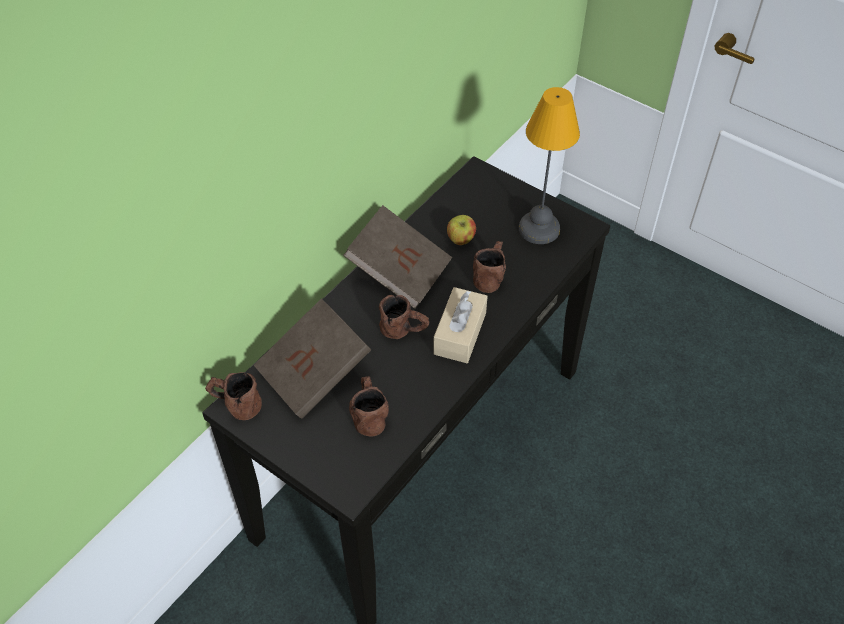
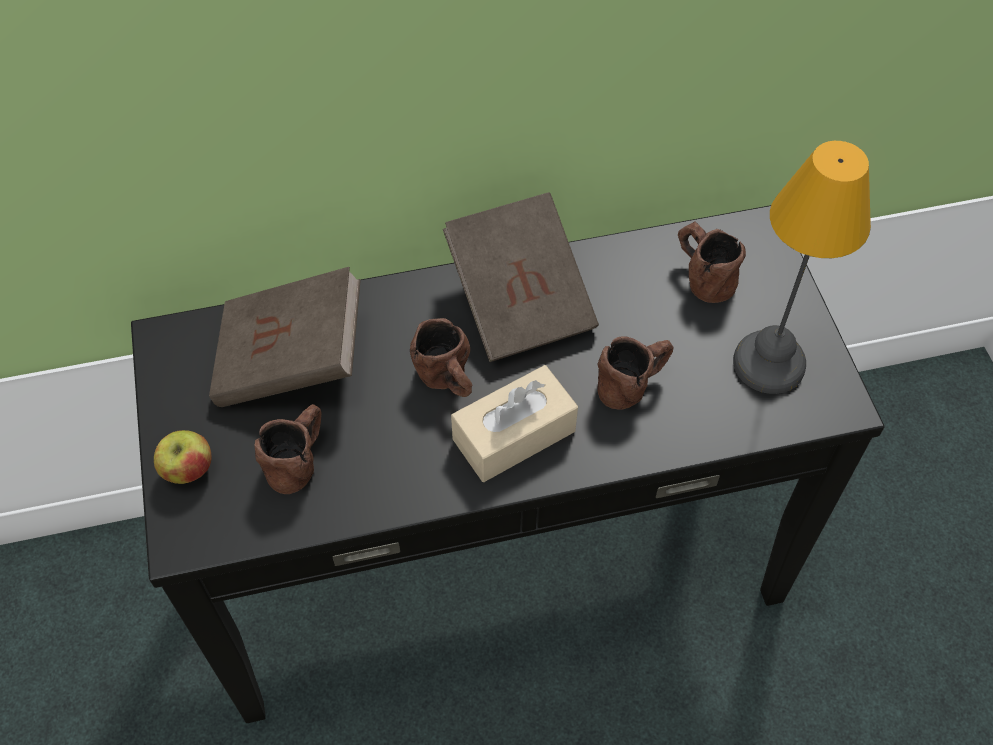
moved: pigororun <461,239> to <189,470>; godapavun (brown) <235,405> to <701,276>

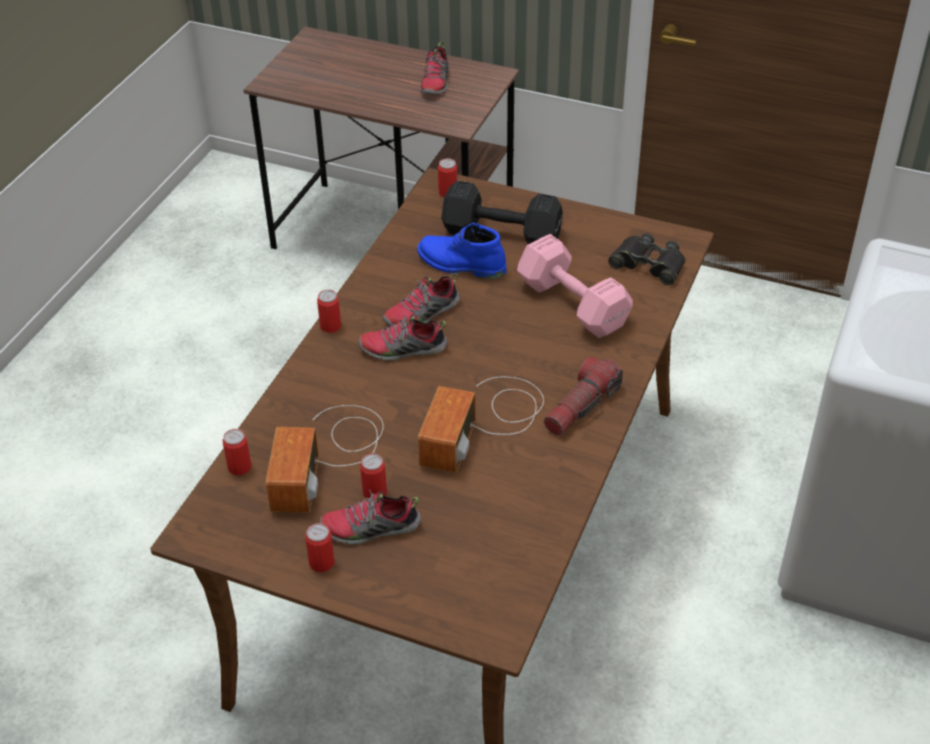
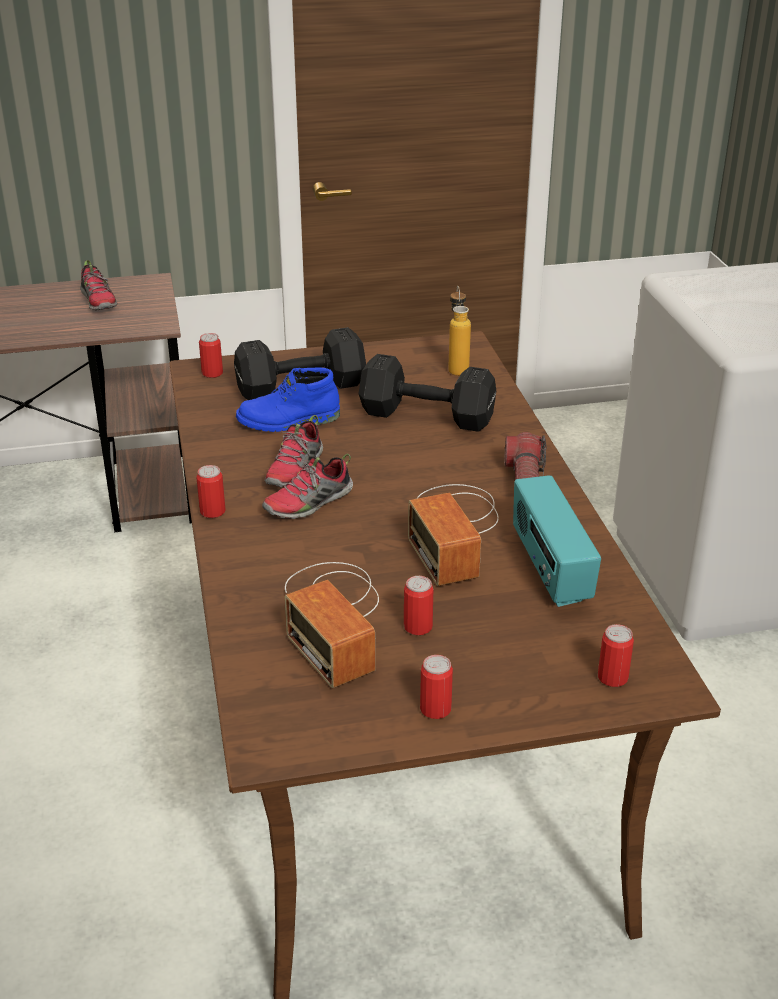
removed: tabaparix <370,529>
added: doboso <549,569>
moved: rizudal <239,467> to <612,677>
replaced: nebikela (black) <648,264> to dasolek <457,368>
recoloured: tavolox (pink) <574,306> to tavolox (black) <429,416>

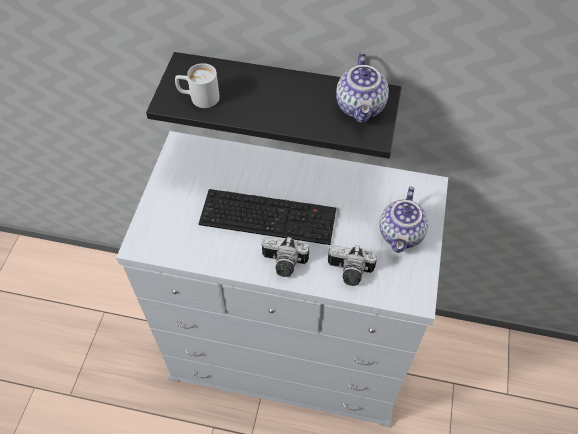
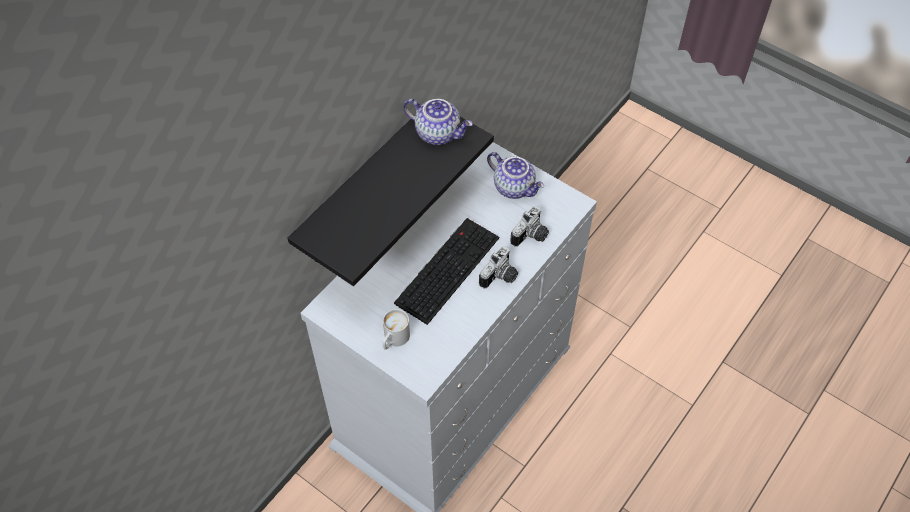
moved: godapavun (white) <198,97> to <394,340>

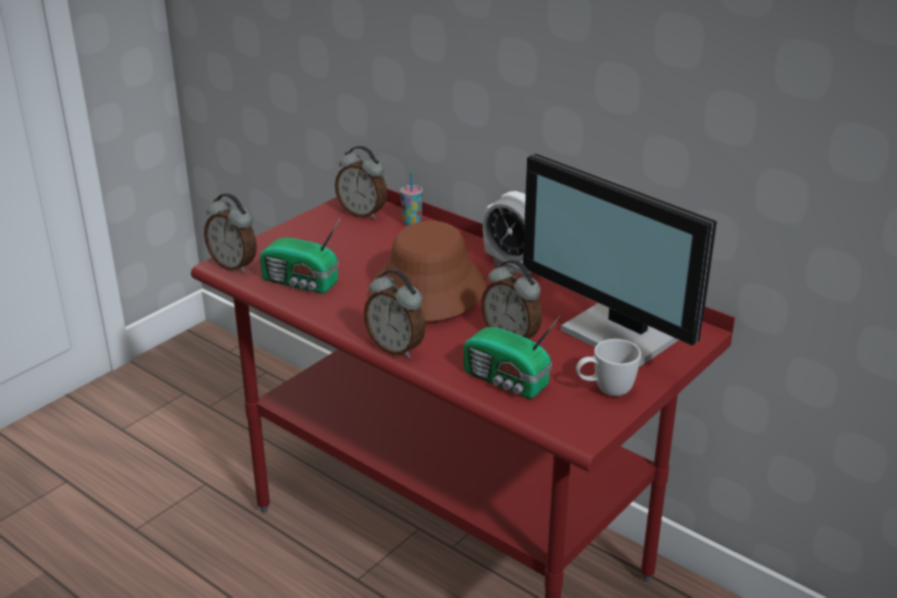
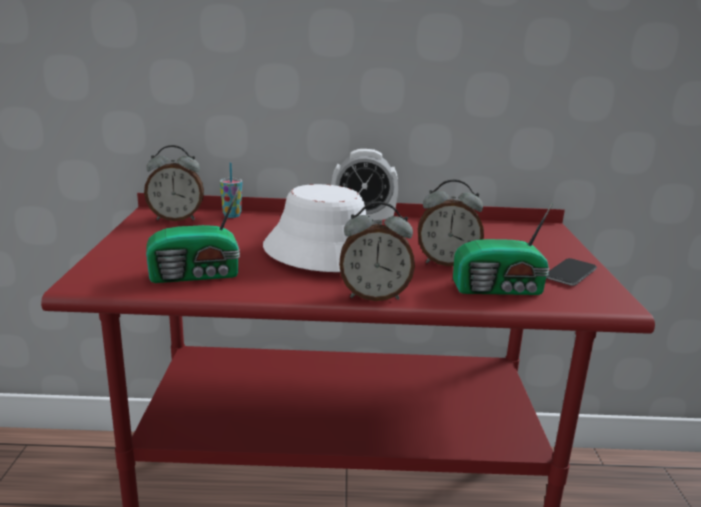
removed: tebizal <234,265>; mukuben <625,333>
replaced: godapavun (white) <605,390> to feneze <570,273>
recoloured: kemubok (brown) <427,289> to kemubok (white) <324,251>

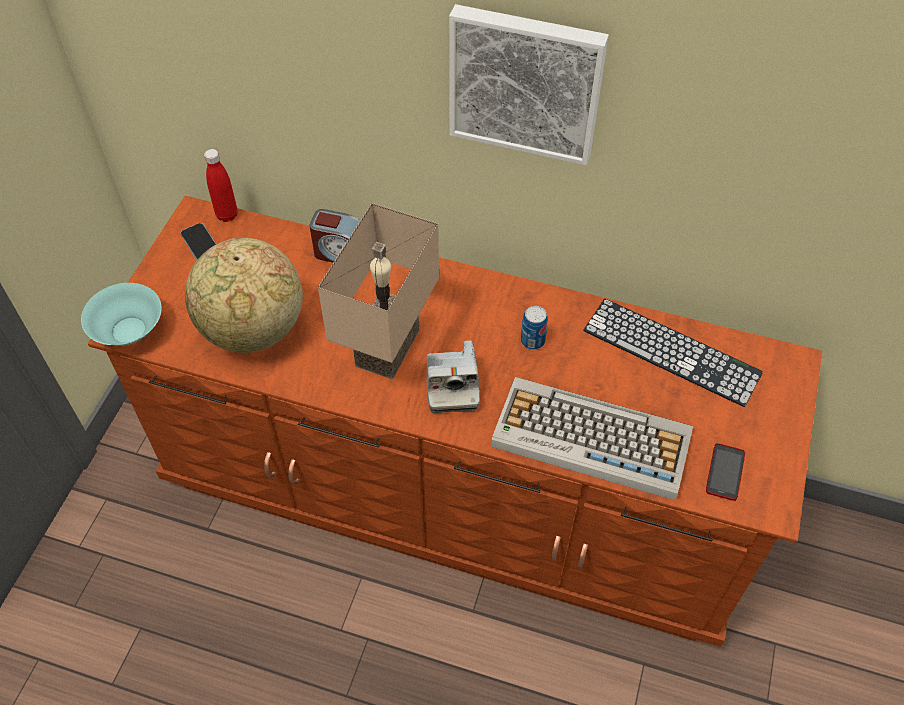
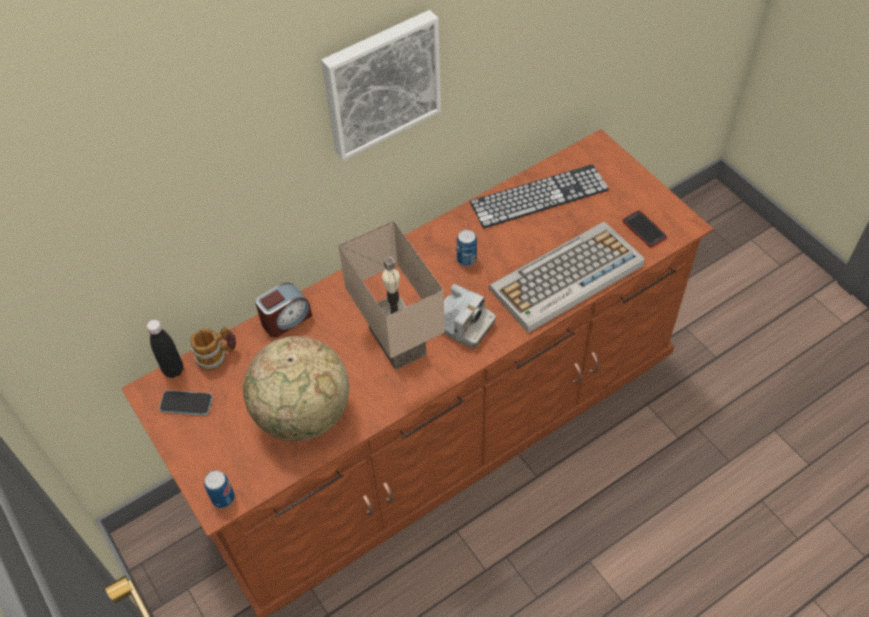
added: godapavun <217,356>
replaced: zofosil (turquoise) <129,330> to rizudal <223,498>
recoloured: dasolek (red) <227,215> to dasolek (black) <173,370>

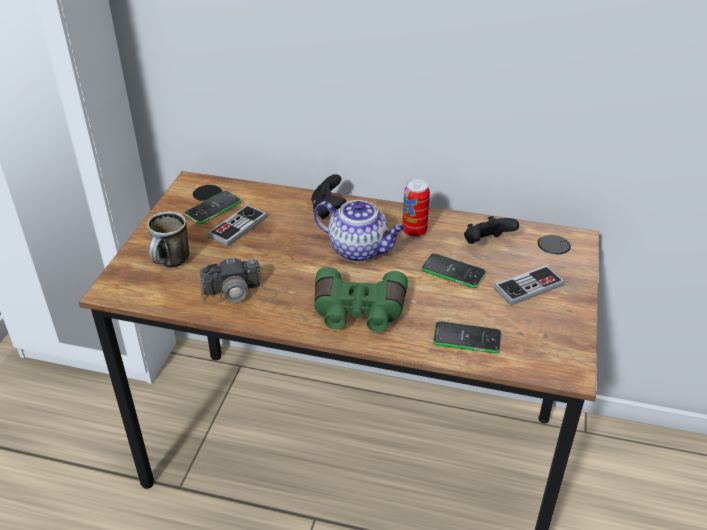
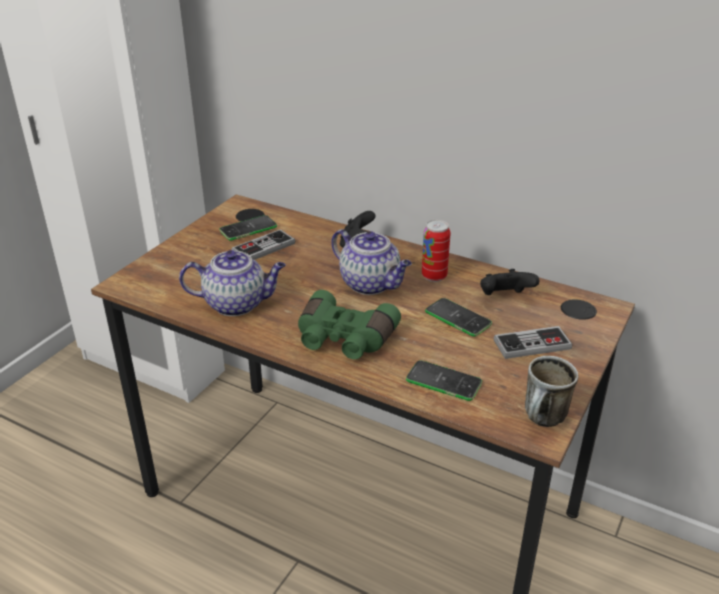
moved: godapavun <171,264> to <543,421>
replaced: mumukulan <239,292> to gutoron <237,304>

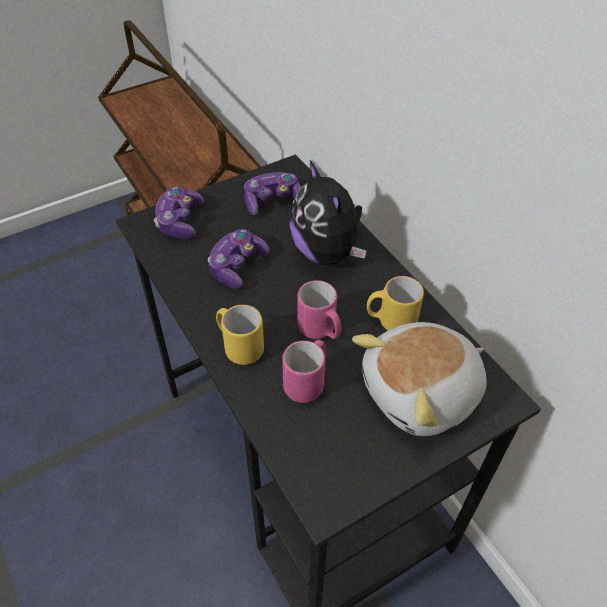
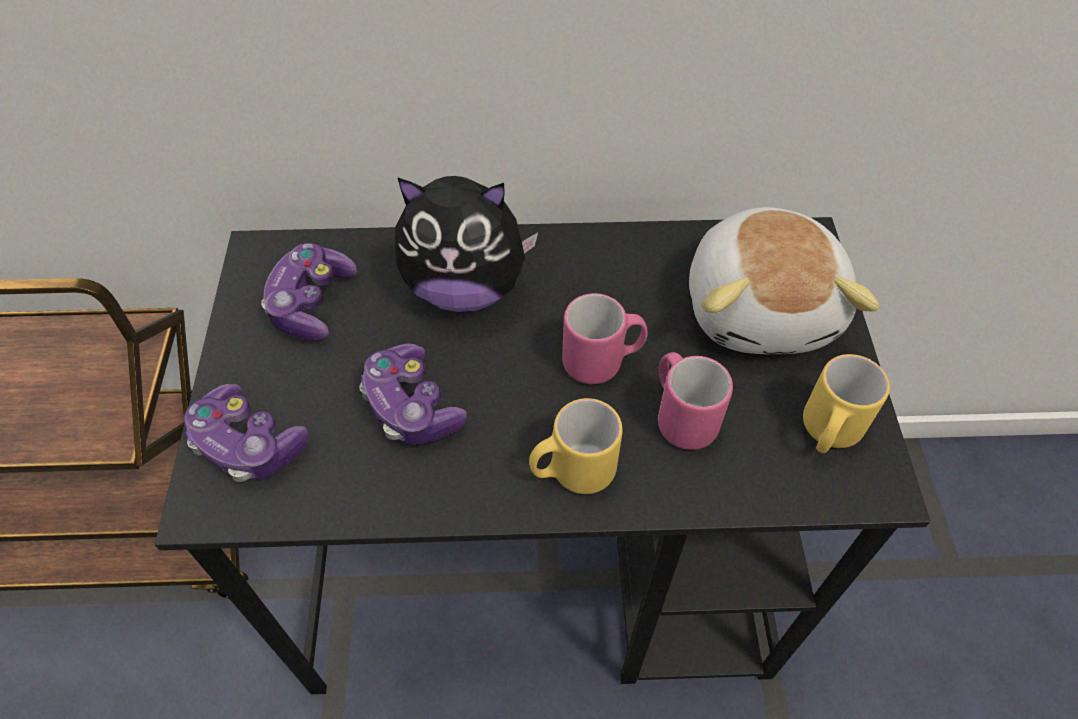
moved: godapavun (yellow) <390,321> to <827,433>

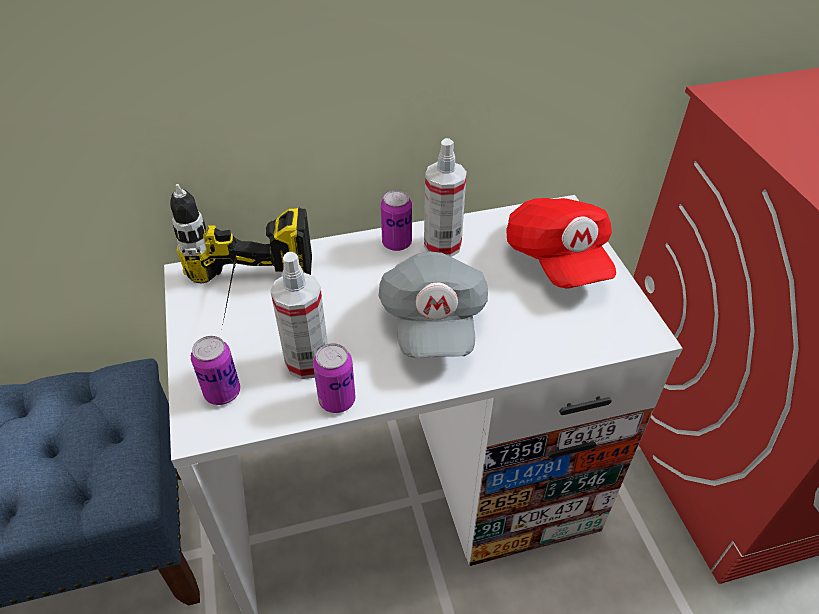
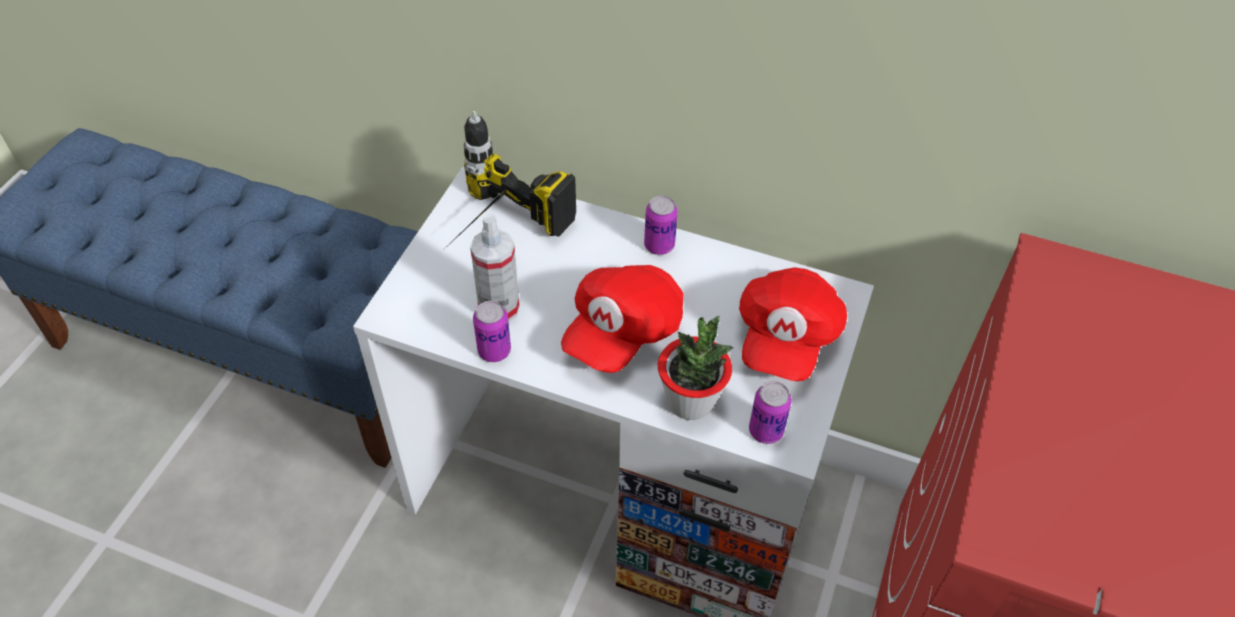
removed: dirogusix <442,245>
added: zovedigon <690,402>
moved: rizudal <222,392> to <766,431>
recoloured: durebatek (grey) <432,321> to durebatek (red) <622,331>

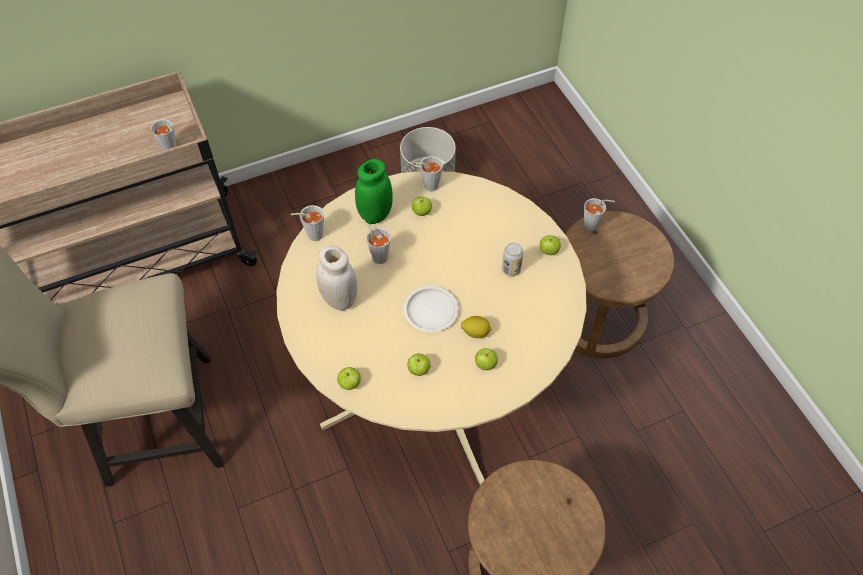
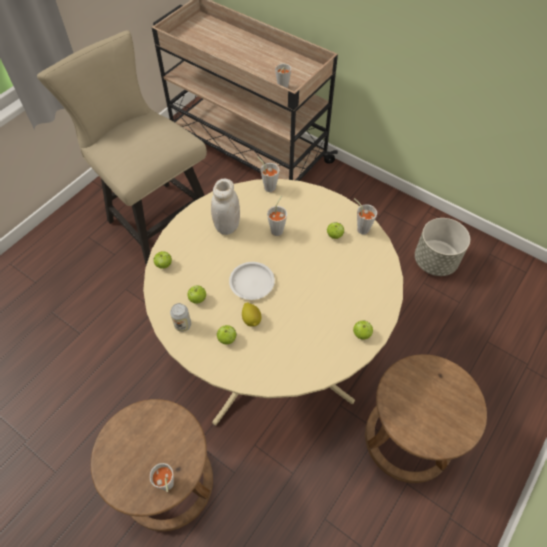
removed: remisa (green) <375,214>
moved: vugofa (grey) <593,226> to <167,486>; rizudal <511,269> to <183,325>

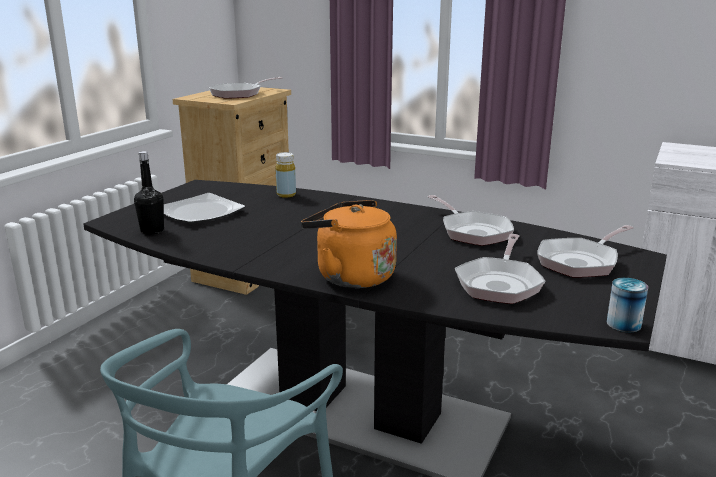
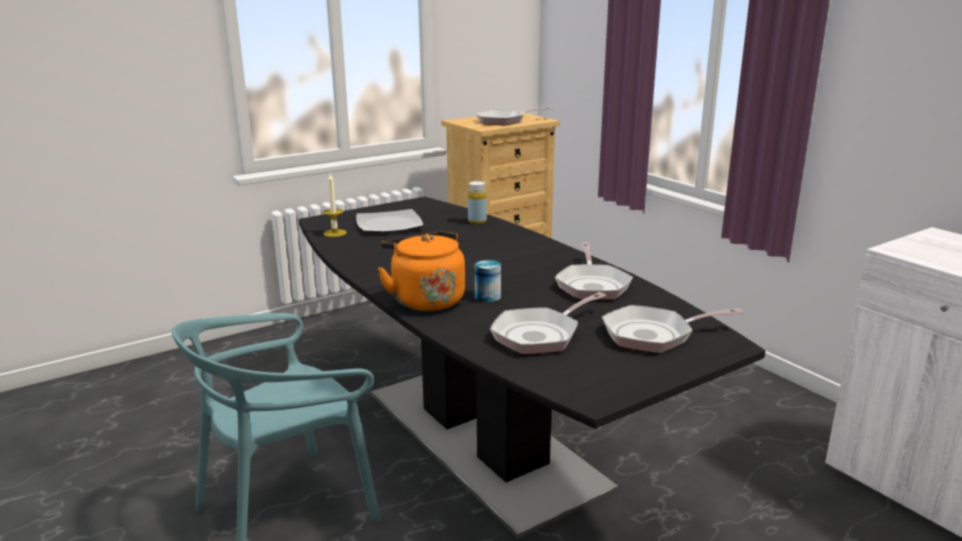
moved: rizudal <623,324> to <487,297>
replaced: dasolek (black) <152,231> to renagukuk <335,233>

